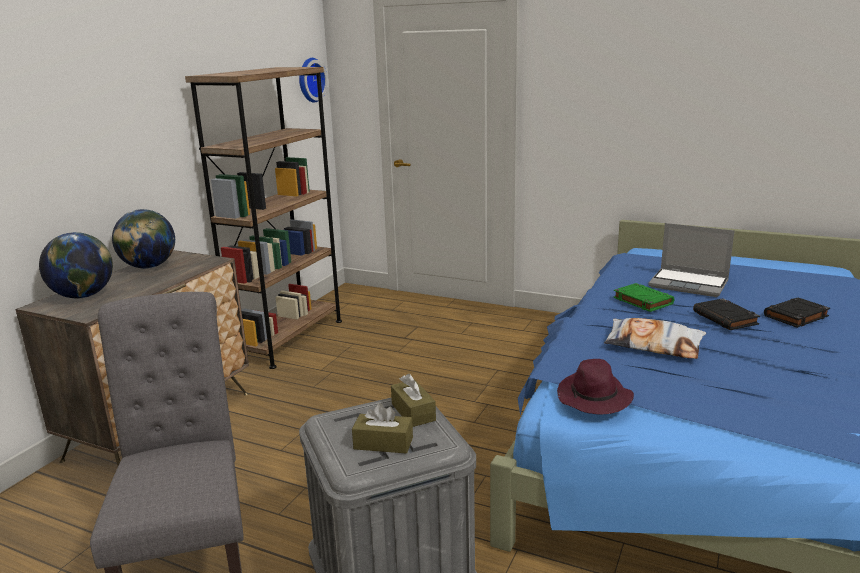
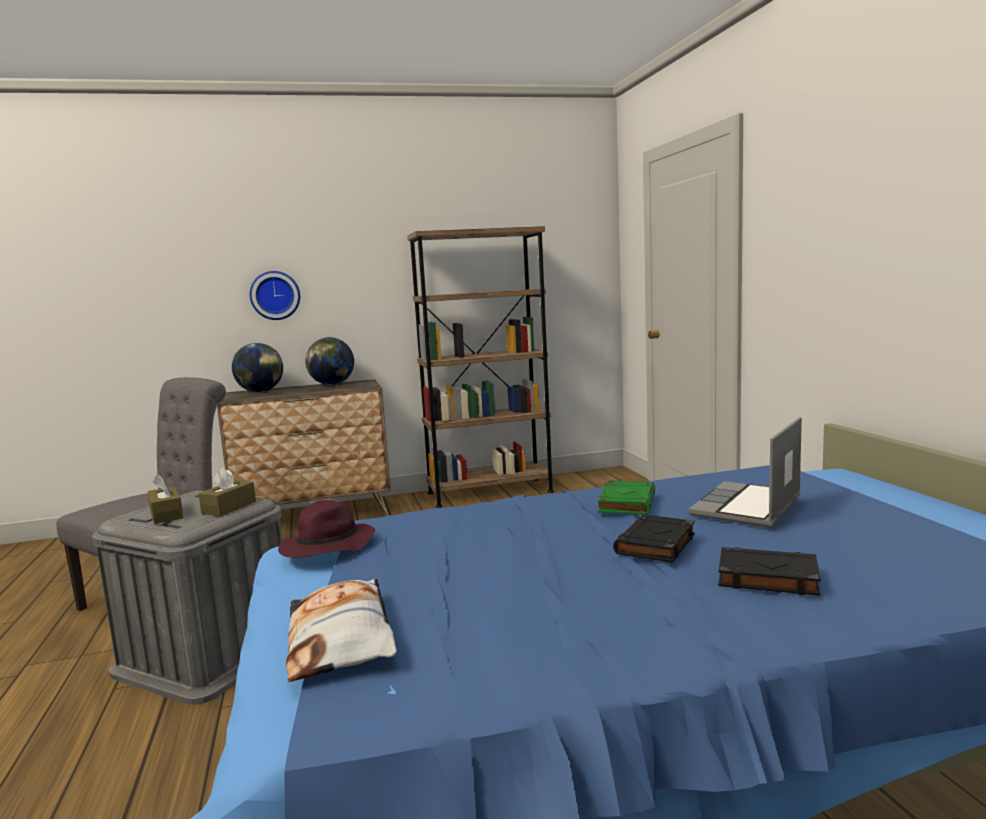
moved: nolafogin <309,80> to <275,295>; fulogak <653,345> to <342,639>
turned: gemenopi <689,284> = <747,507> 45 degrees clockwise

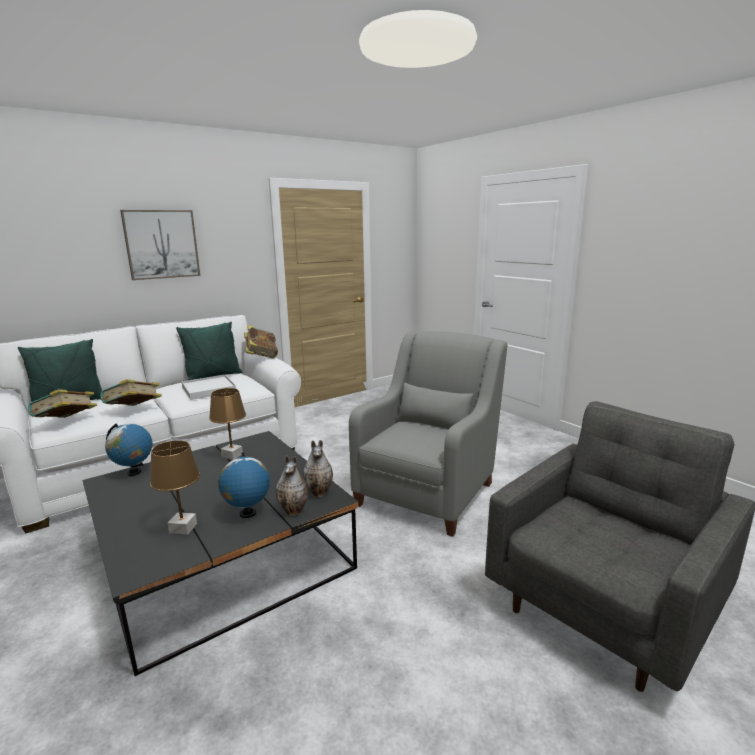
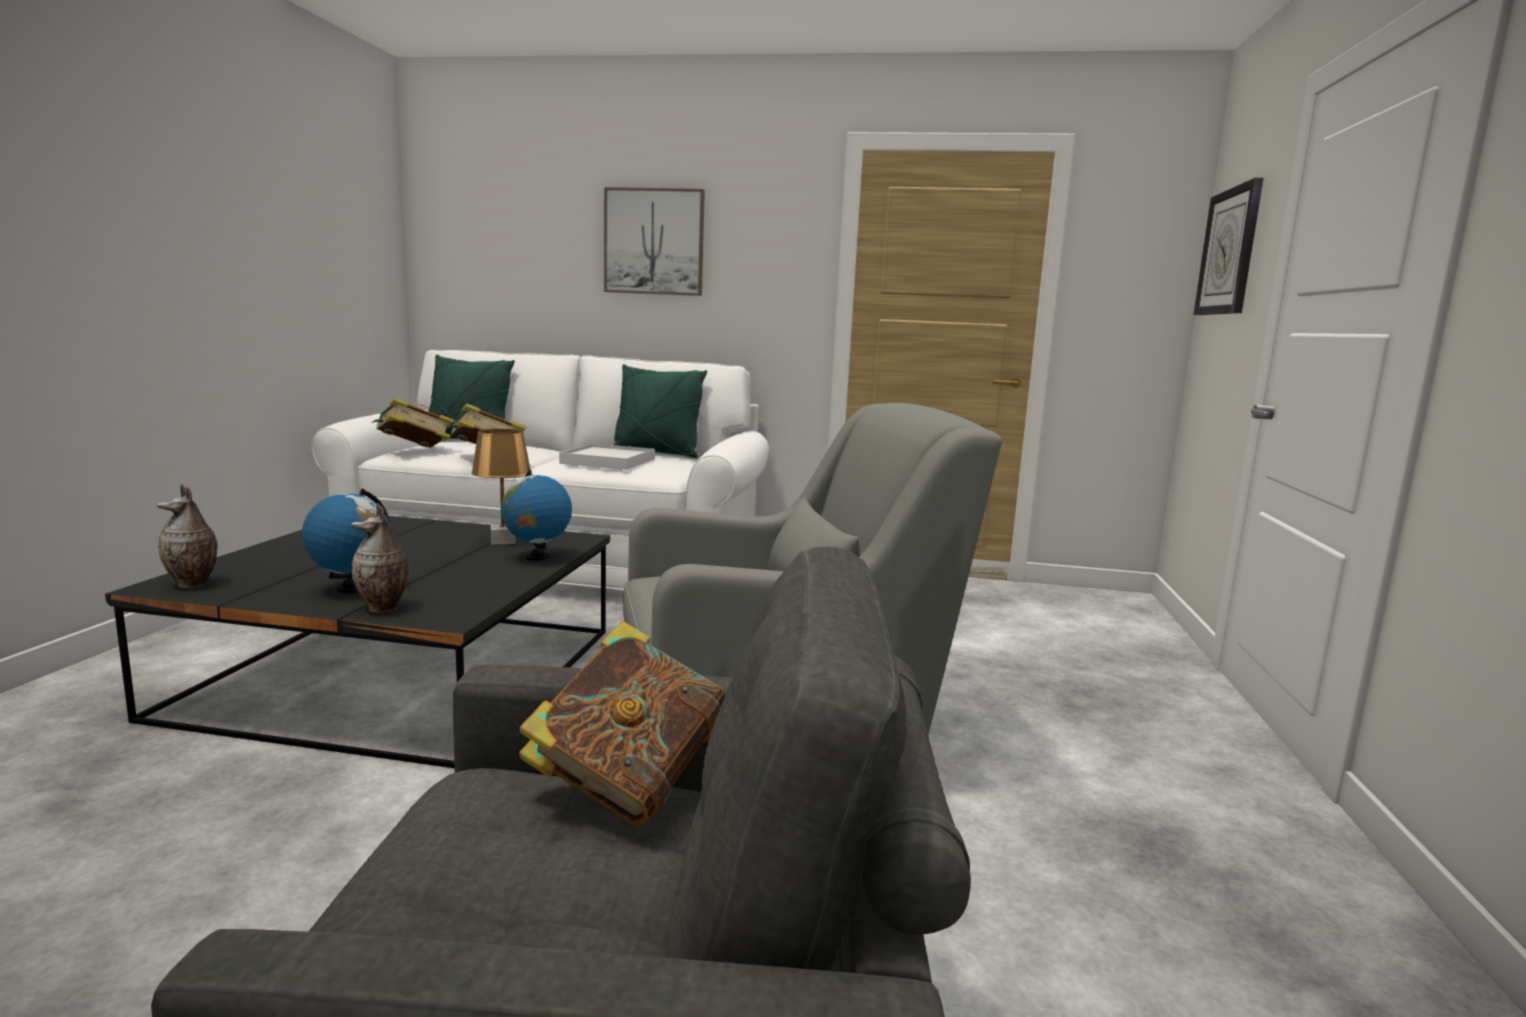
removed: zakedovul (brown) <183,528>
added: nolafogin <1229,252>
moved: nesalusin <320,493> to <194,584>; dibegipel <134,472> to <537,558>; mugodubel <261,356> to <627,784>

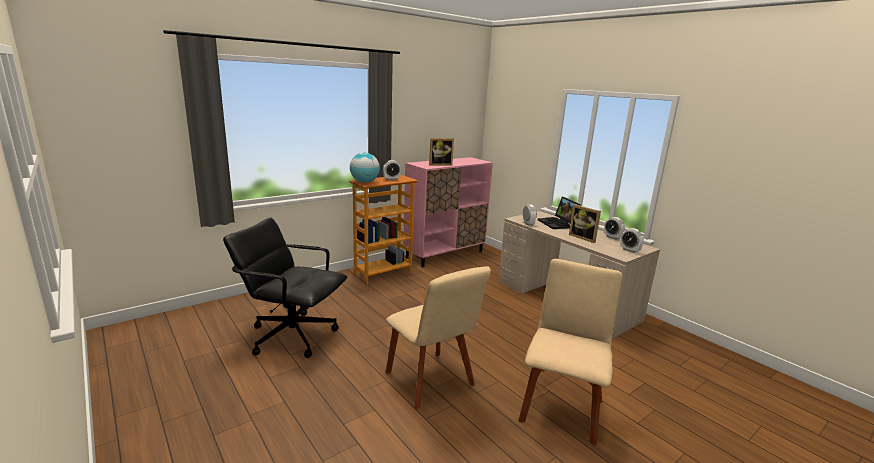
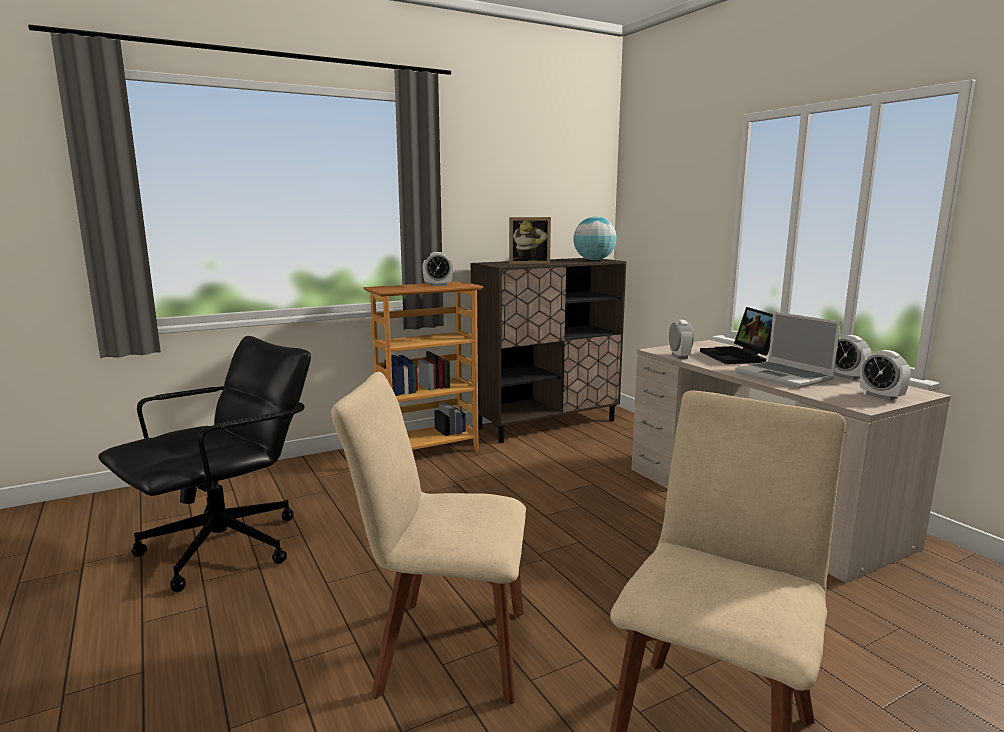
moved: dibegipel <364,182> to <594,260>
replaced: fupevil <583,237> to gemenopi <785,376>
recoloured: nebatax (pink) <445,254> to nebatax (brown) <547,424>
turned: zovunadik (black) <292,335> = <225,547> 105 degrees clockwise; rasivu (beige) <431,381> = <444,649> 120 degrees clockwise

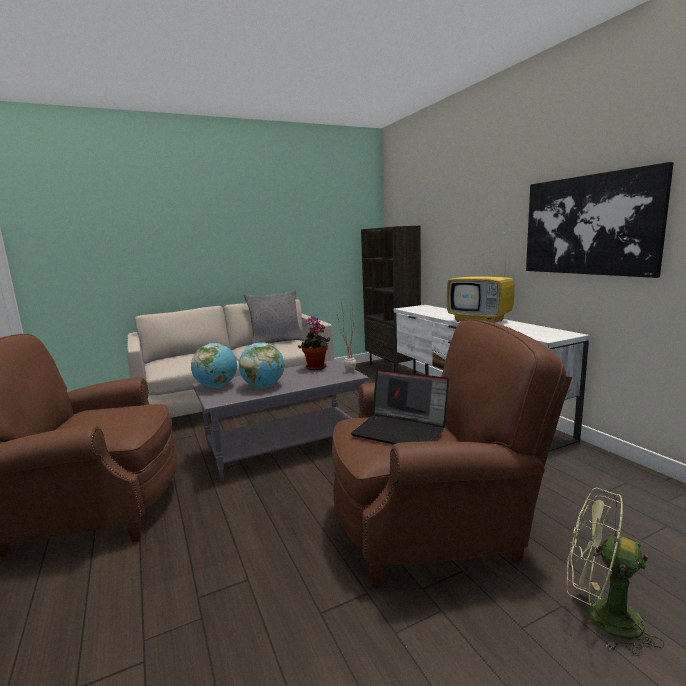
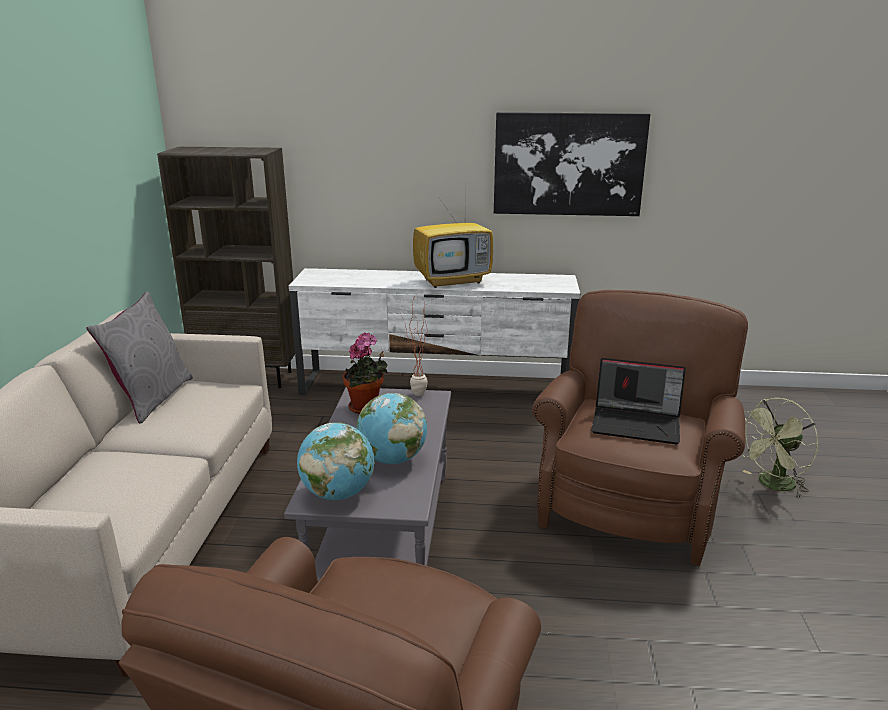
turned: gemenopi <401,431> = <637,423> 45 degrees clockwise

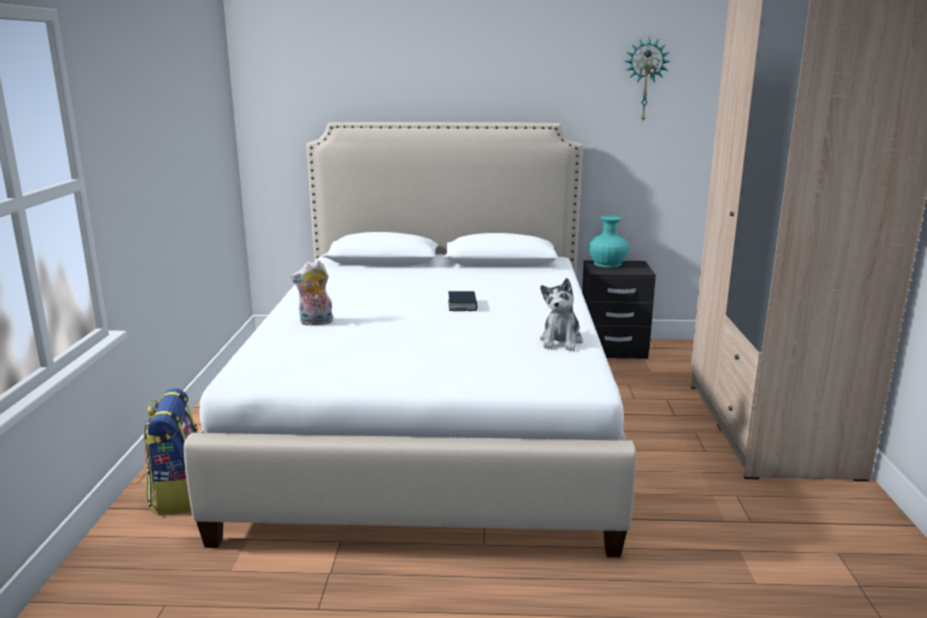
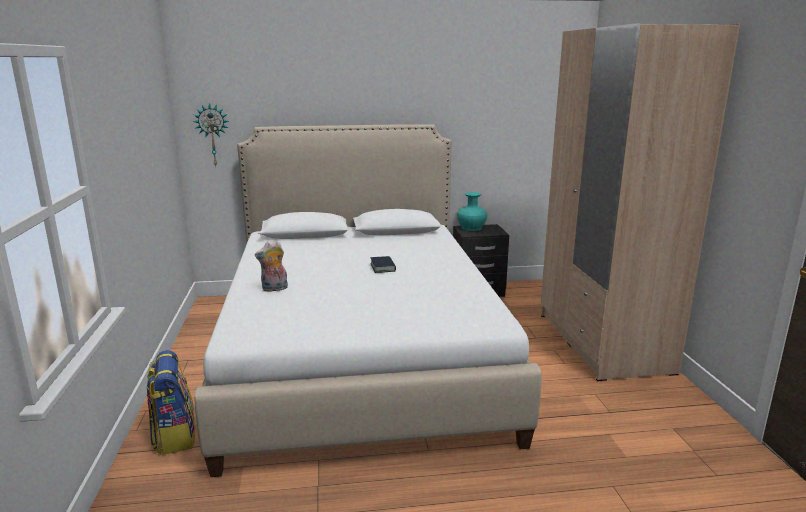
removed: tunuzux <561,341>
moved: nolafogin <645,80> to <213,135>

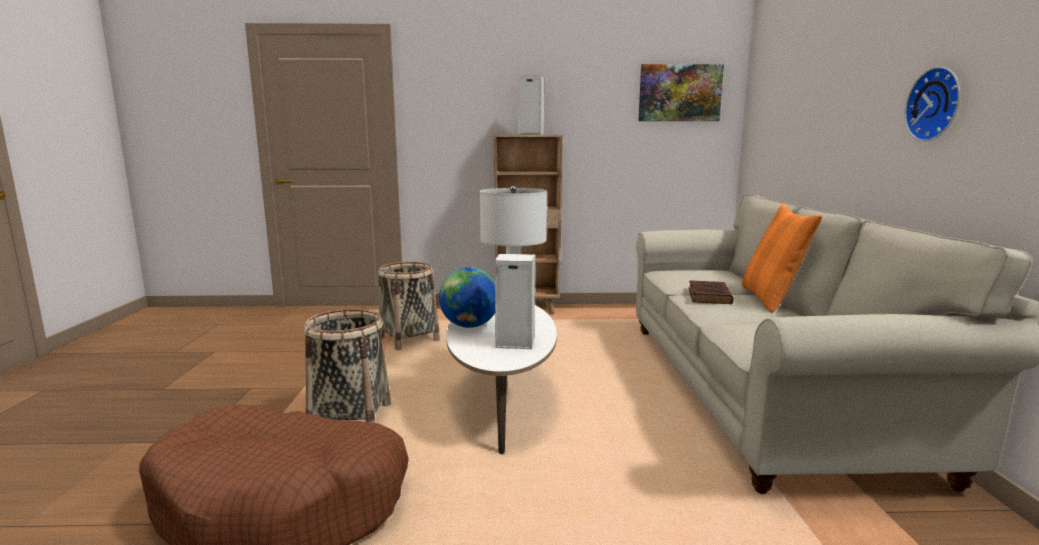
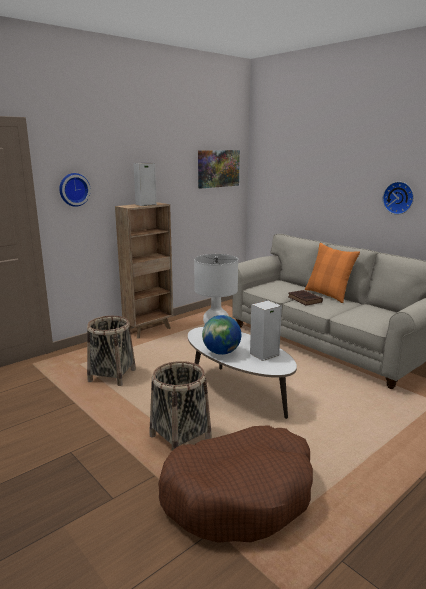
added: nolafogin <73,189>

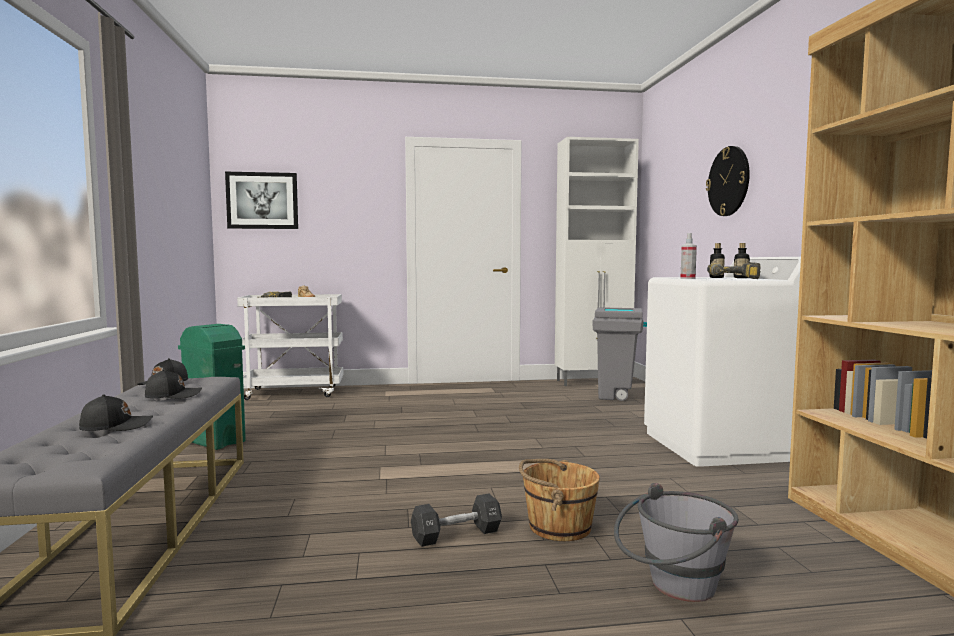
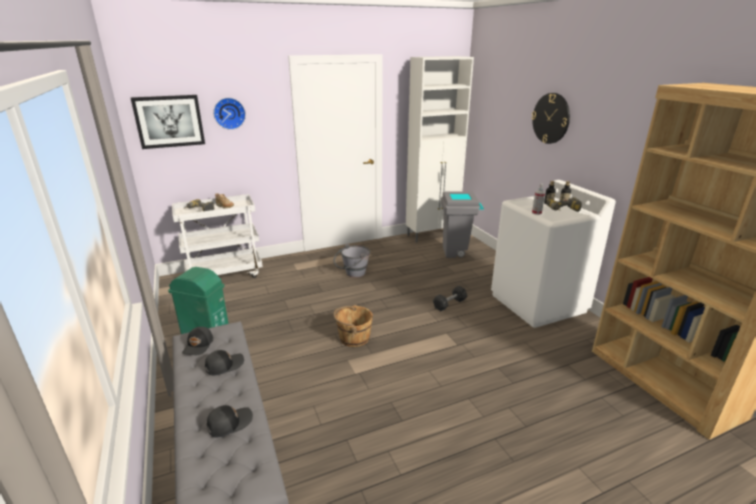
added: nolafogin <229,113>
moved: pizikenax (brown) <558,526> to <354,338>; pizikenax (grey) <673,587> to <352,274>; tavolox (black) <456,534> to <449,304>

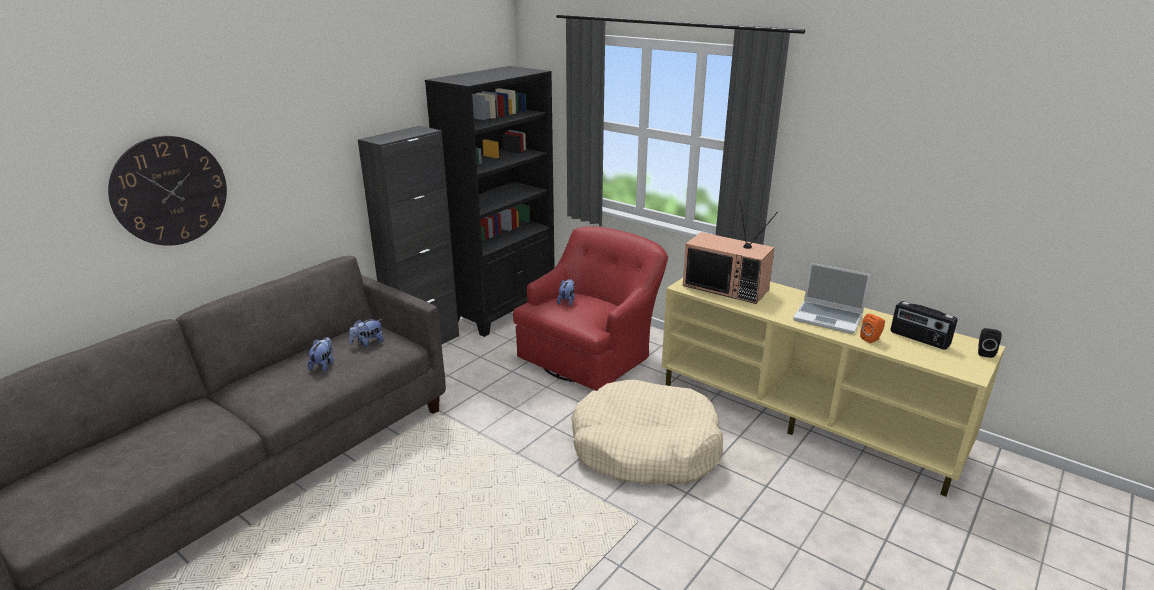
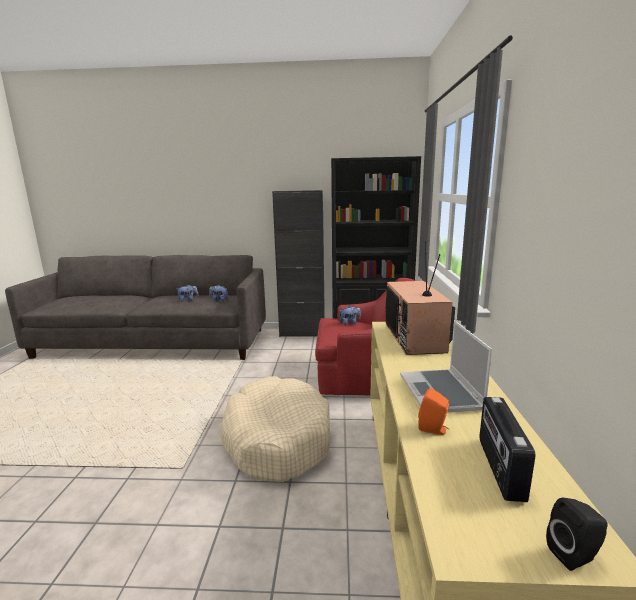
removed: nolafogin <170,191>

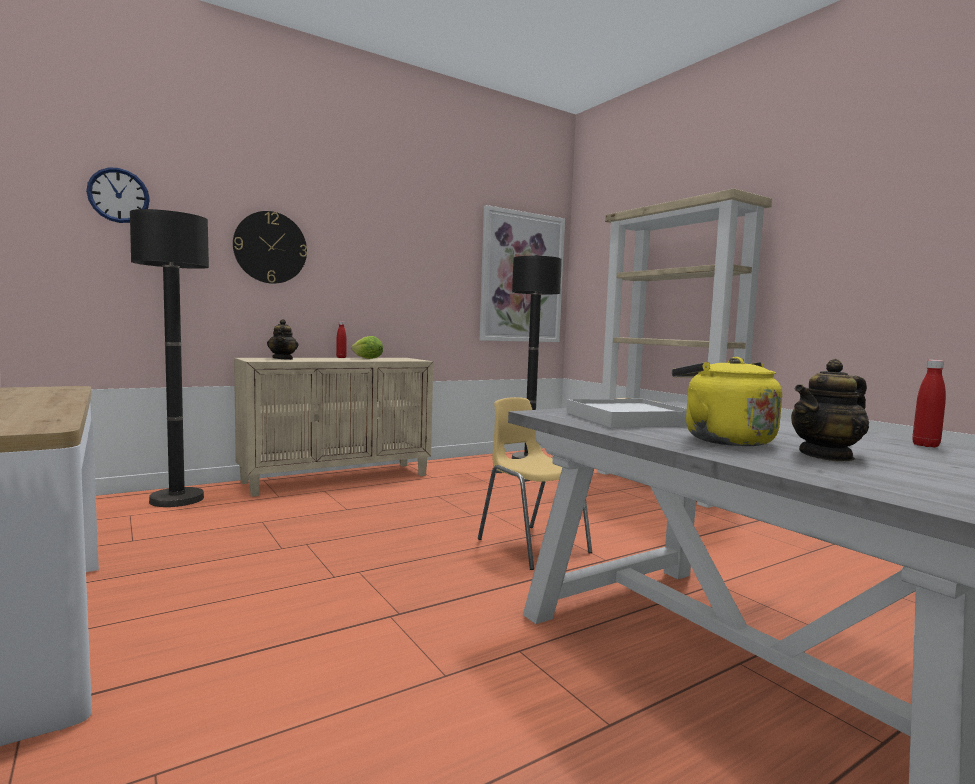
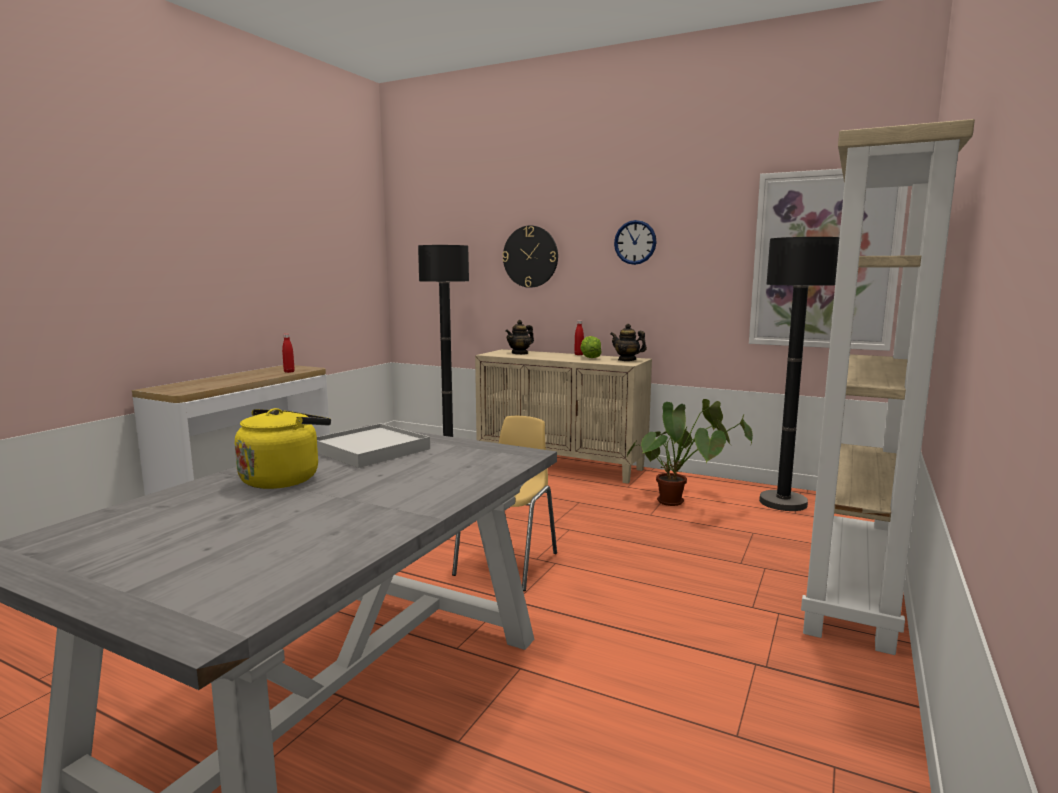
added: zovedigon <683,501>
moved: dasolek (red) <925,445> to <289,372>; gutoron <826,456> to <627,360>; nolafogin <118,195> to <635,242>

